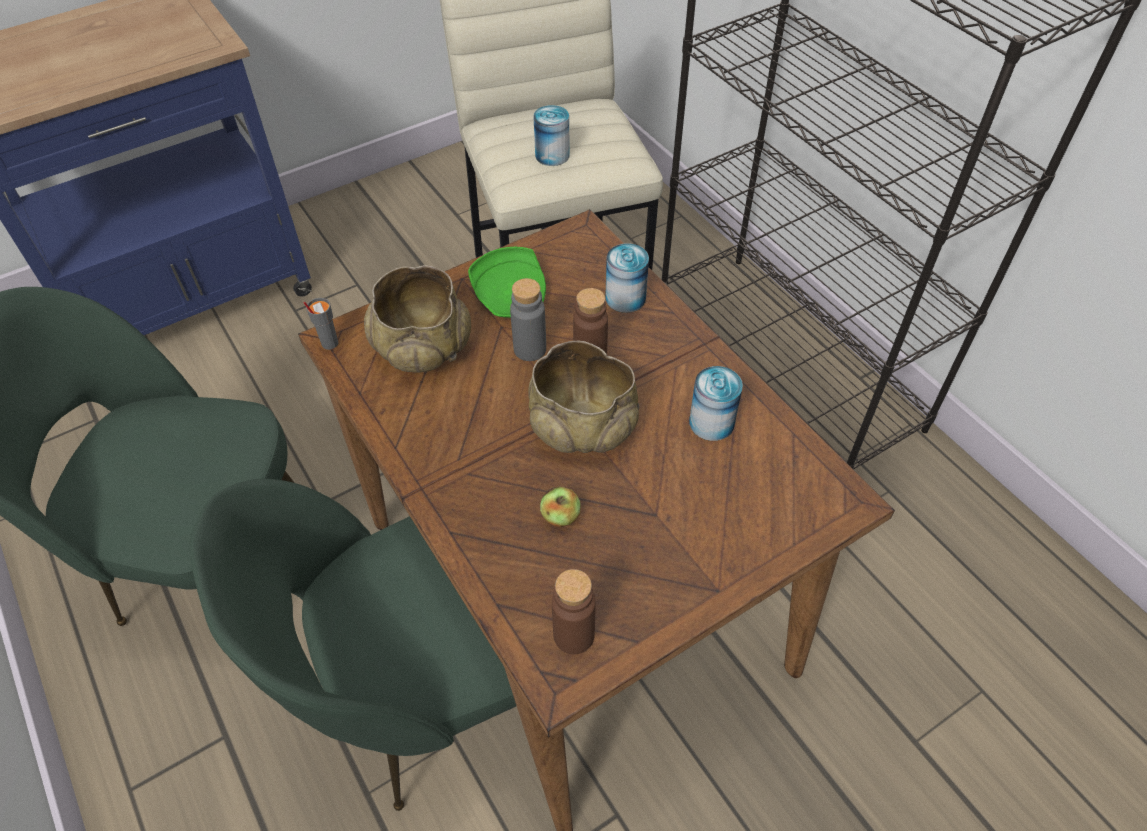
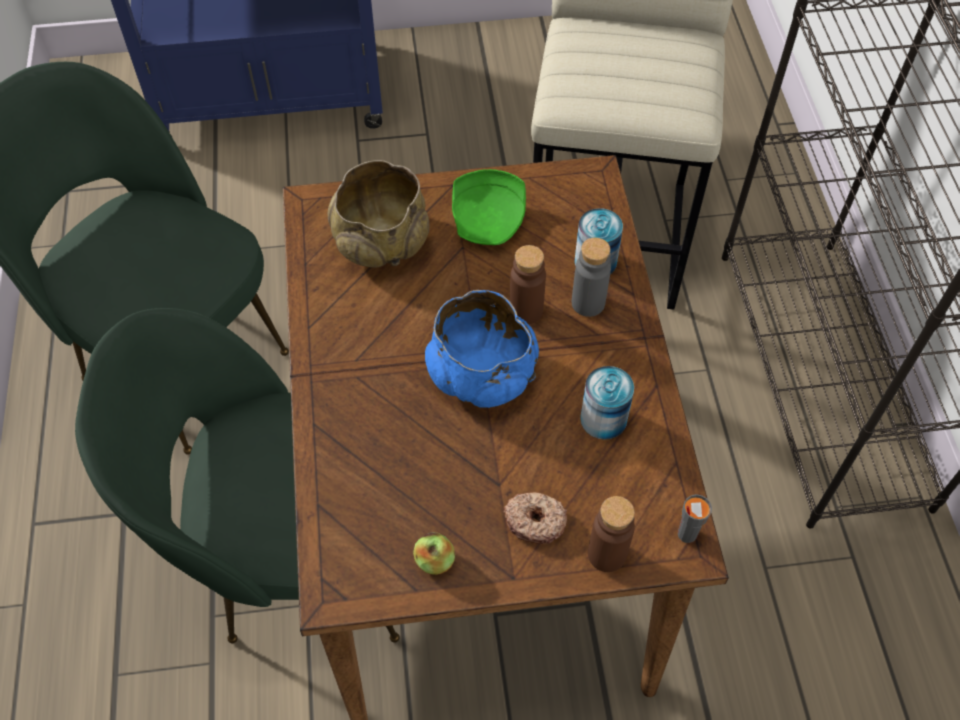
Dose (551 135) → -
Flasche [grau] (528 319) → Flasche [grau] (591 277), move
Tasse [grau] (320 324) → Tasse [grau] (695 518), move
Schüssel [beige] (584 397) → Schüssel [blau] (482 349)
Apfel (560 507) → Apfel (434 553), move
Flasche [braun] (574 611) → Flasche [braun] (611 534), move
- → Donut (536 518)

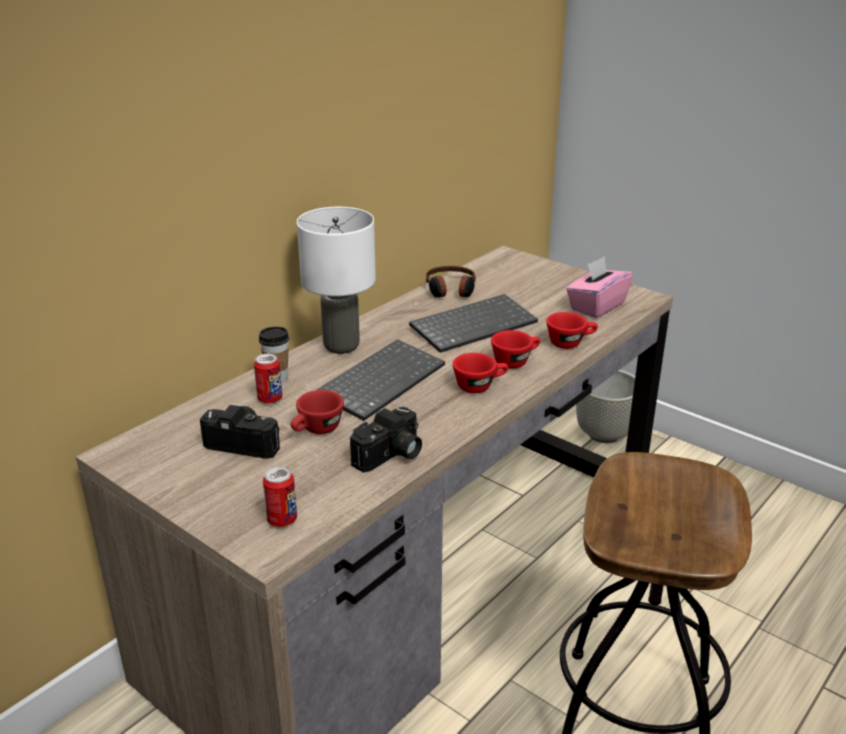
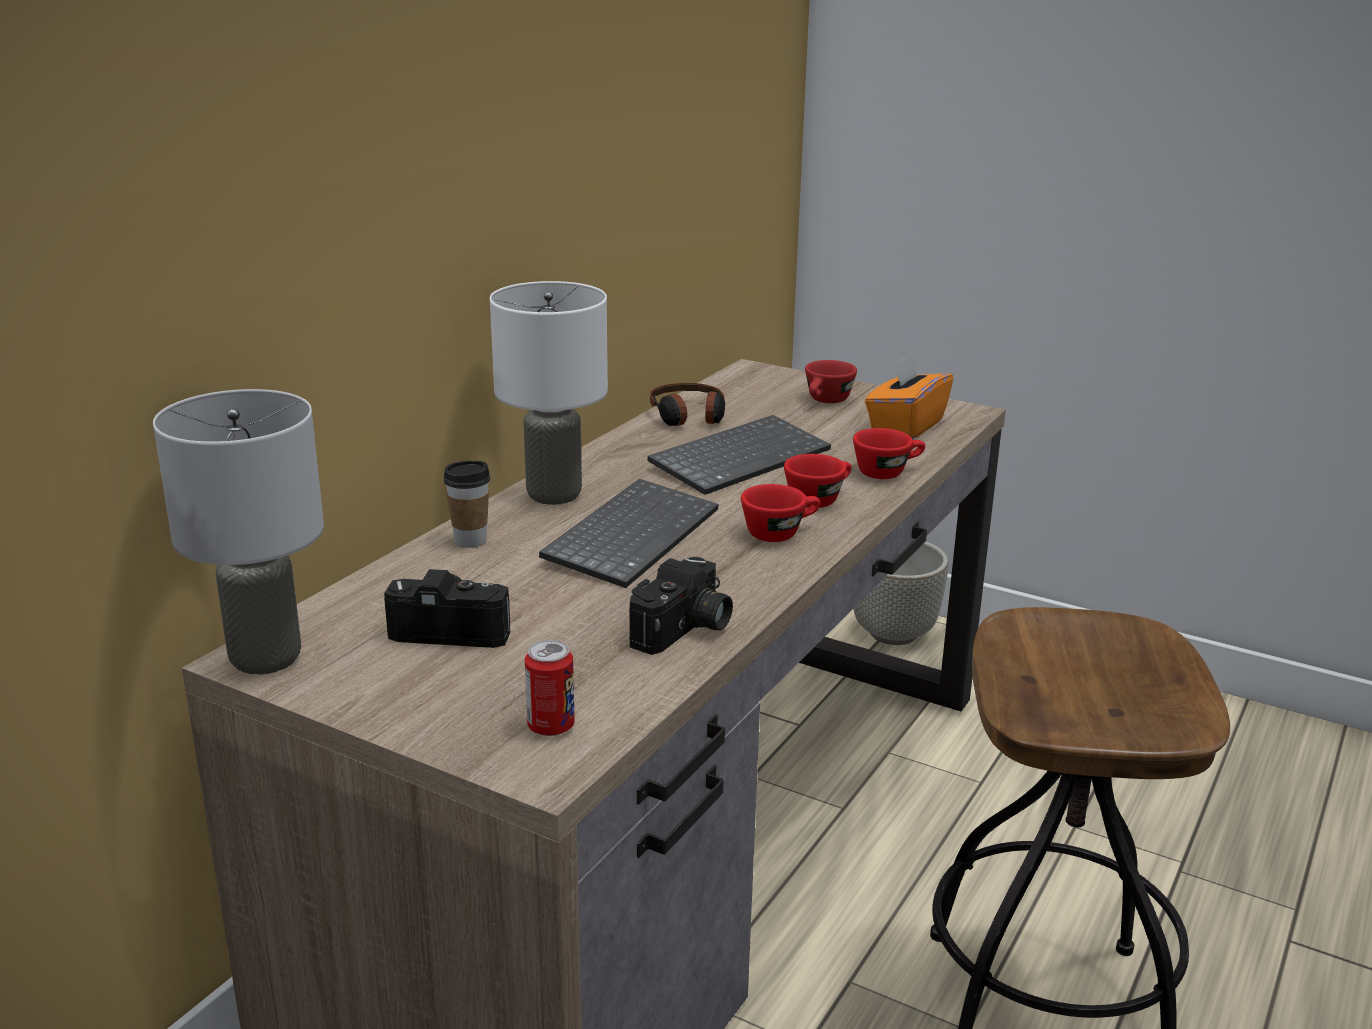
Taschentuchbox [rosa] (599 287) → Taschentuchbox [orange] (909 396)
Dose (268 379) → -
Tasse [rot] (317 412) → Tasse [rot] (831 381), move
- → Tischlampe [weiß] (238 532)

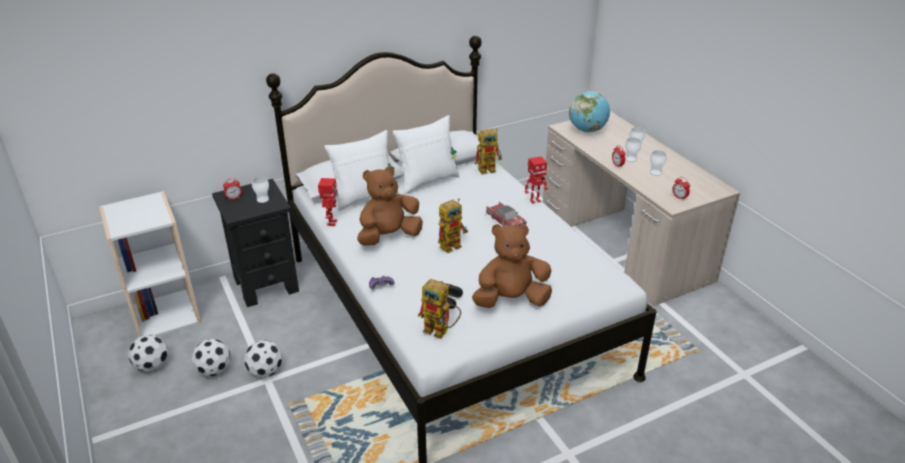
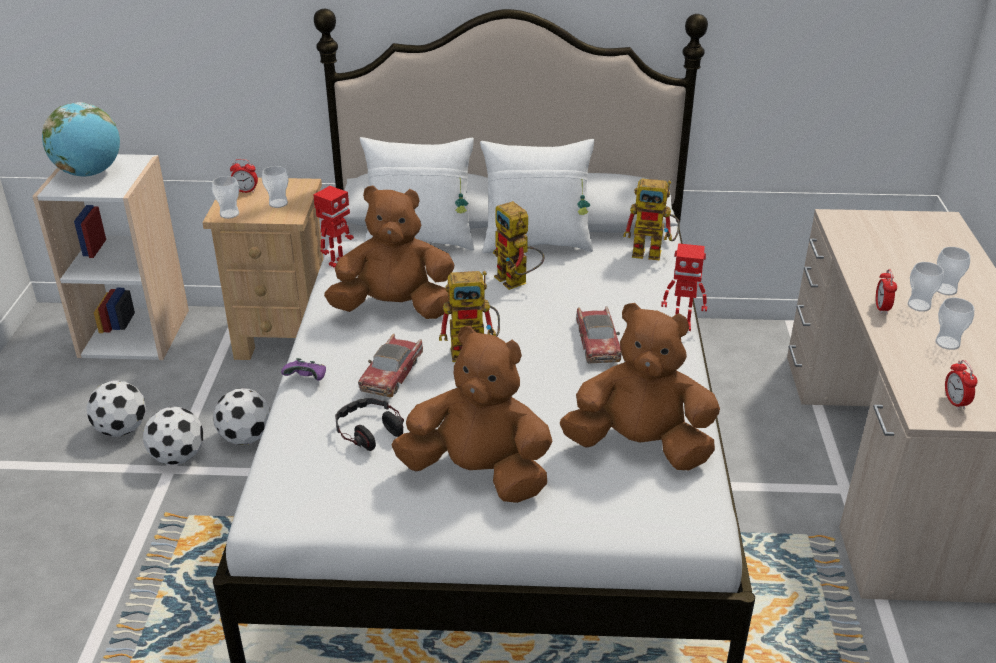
Globus (589 111) → Globus (81 139), move
Nachttisch [schwarz] (255 243) → Nachttisch [beige] (262 269)
Spielzeugroboter (439 309) → Spielzeugroboter (518 245), move
Fußball (148 353) → Fußball (241 416), move
- → Tasse (225 197)
- → Plüschtier [braun] (640 386)
- → Spielzeugauto (390 366)

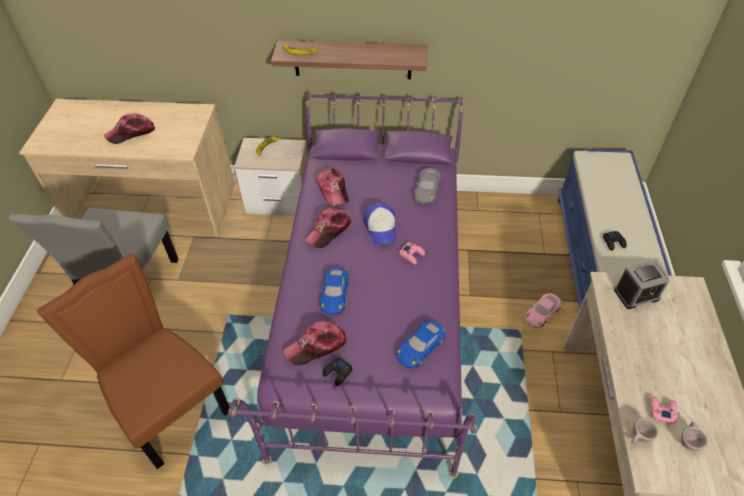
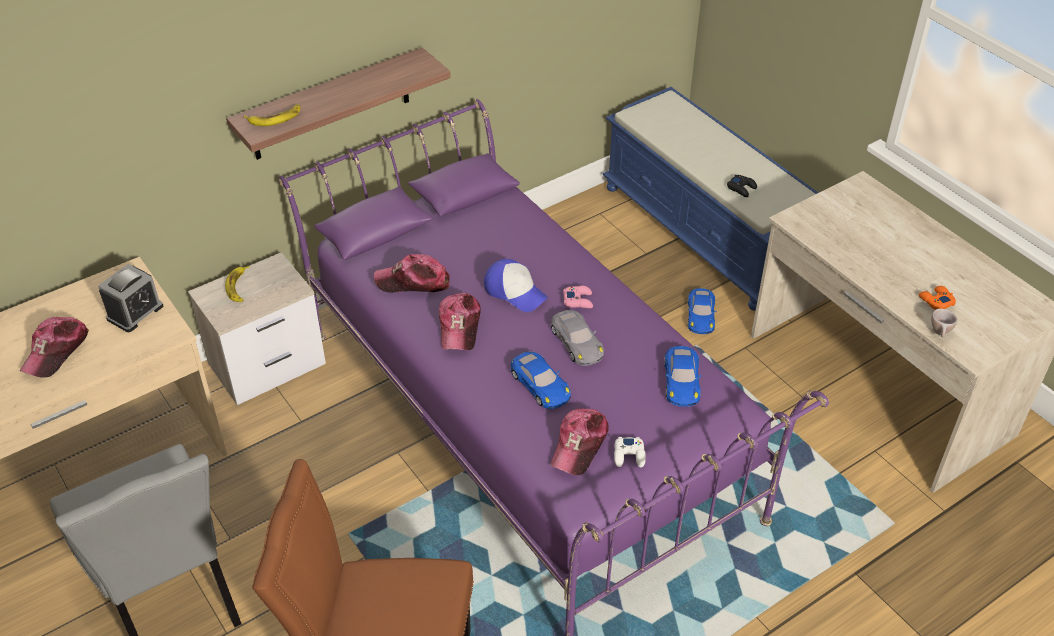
Kappe (332 187) → Kappe (412 273), 150 degrees clockwise
Spielzeugauto [grau] (427 186) → Spielzeugauto [grau] (577 338), move
Wecker (641 284) → Wecker (130 298), move
Spielzeugauto [rosa] (543 310) → Spielzeugauto [blau] (702 311)
Gamepad [schwarz] (337 371) → Gamepad [weiß] (630 452)
Gamepad [rosa] (664 410) → Gamepad [orange] (937 298)
Tasse [beige] (694 436) → -

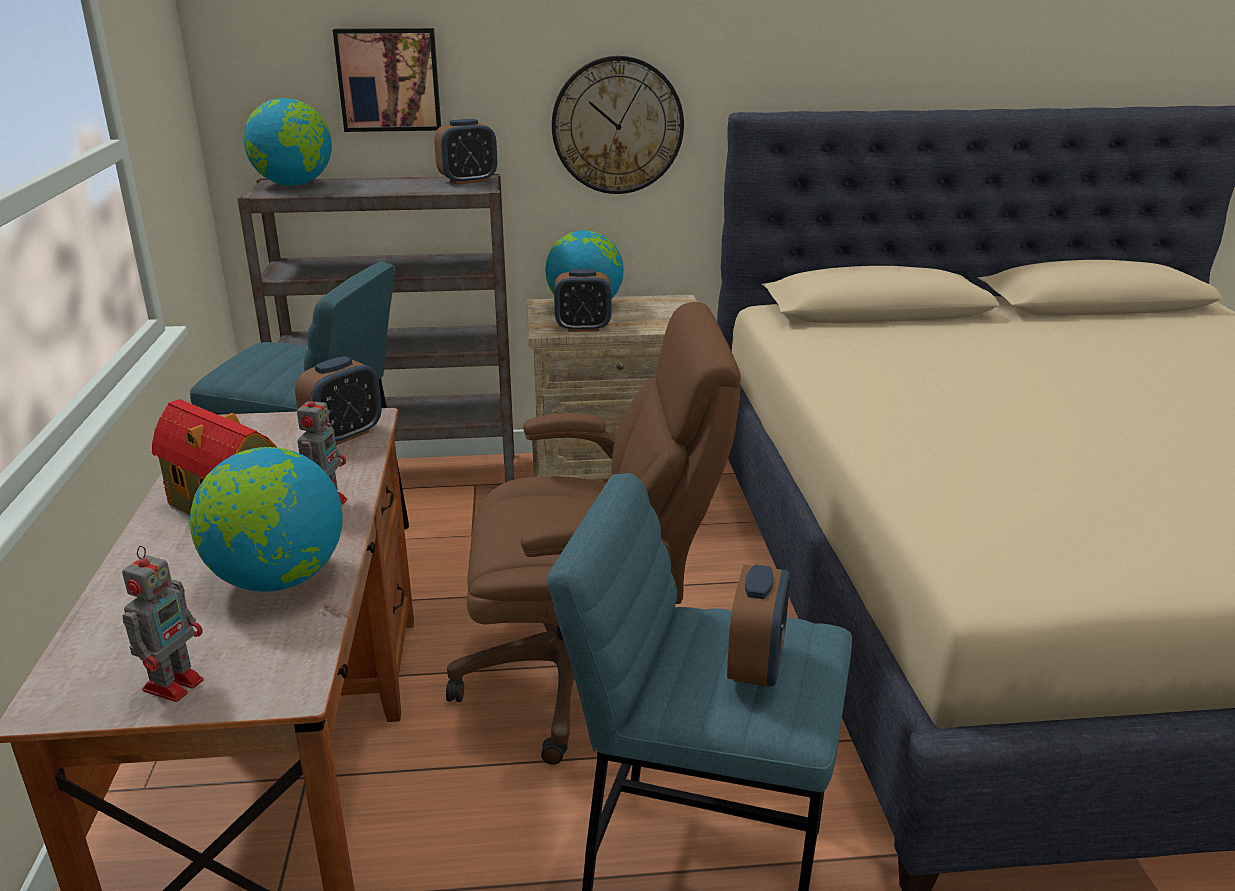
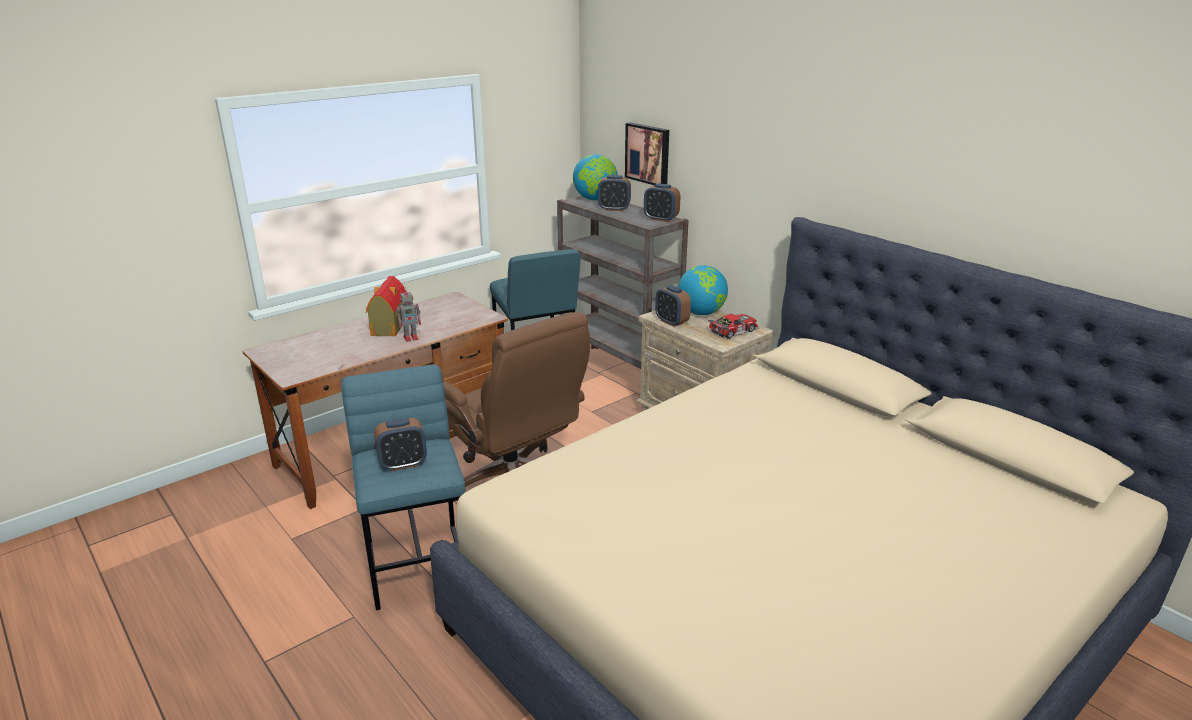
Wanduhr (618 125) → -
Wecker (338 400) → Wecker (614 193), move
Globus (266 519) → -
Spielzeugroboter (163 624) → -
- → Spielzeugauto (734 326)

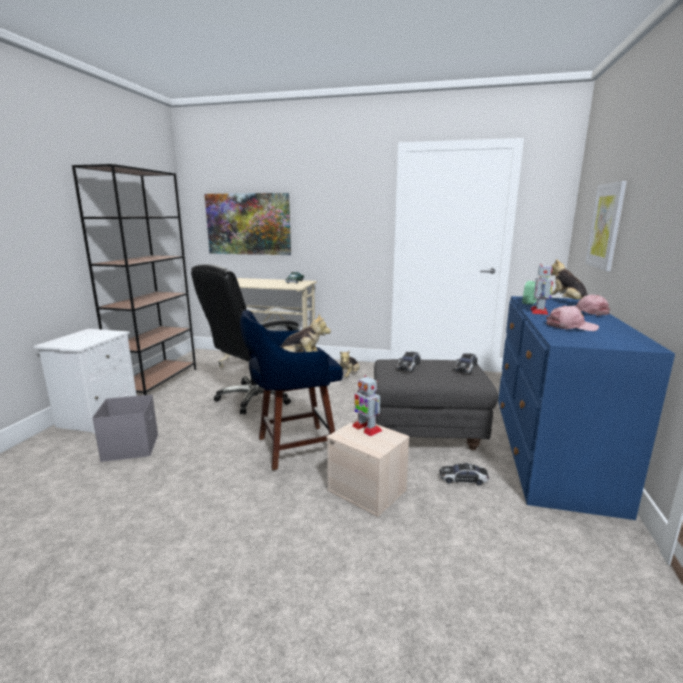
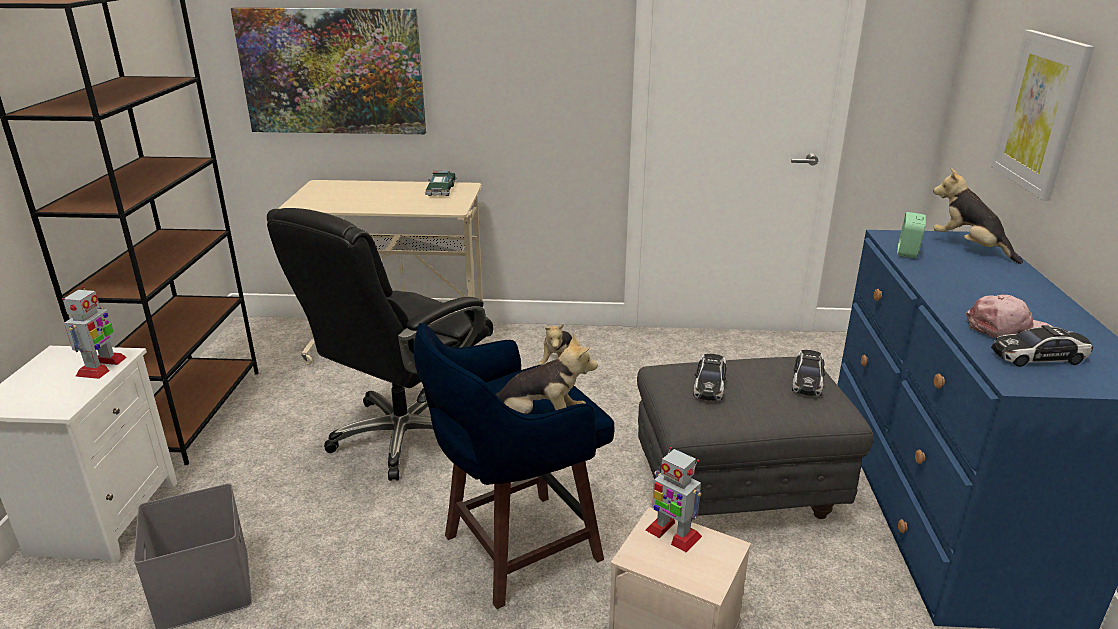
Spielzeugroboter (542 289) → Spielzeugroboter (94 332), move
Kappe [rosa] (591 305) → -
Spielzeugauto (464 474) → Spielzeugauto (1042 346), move

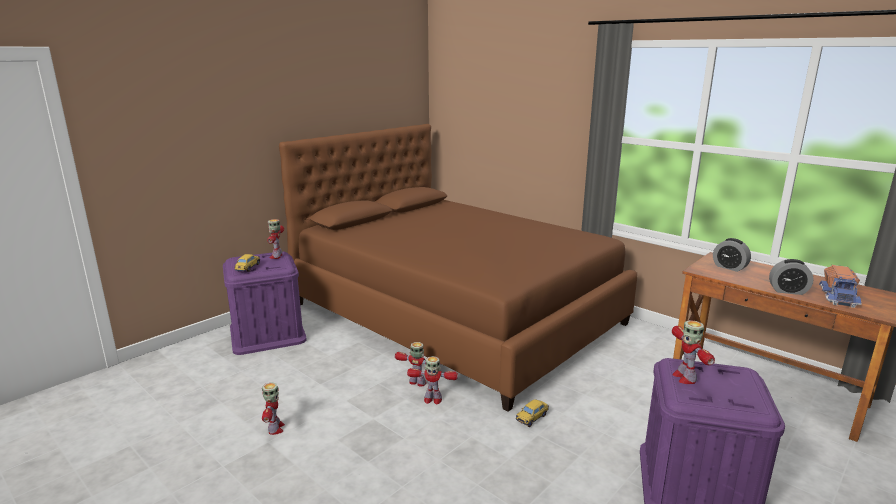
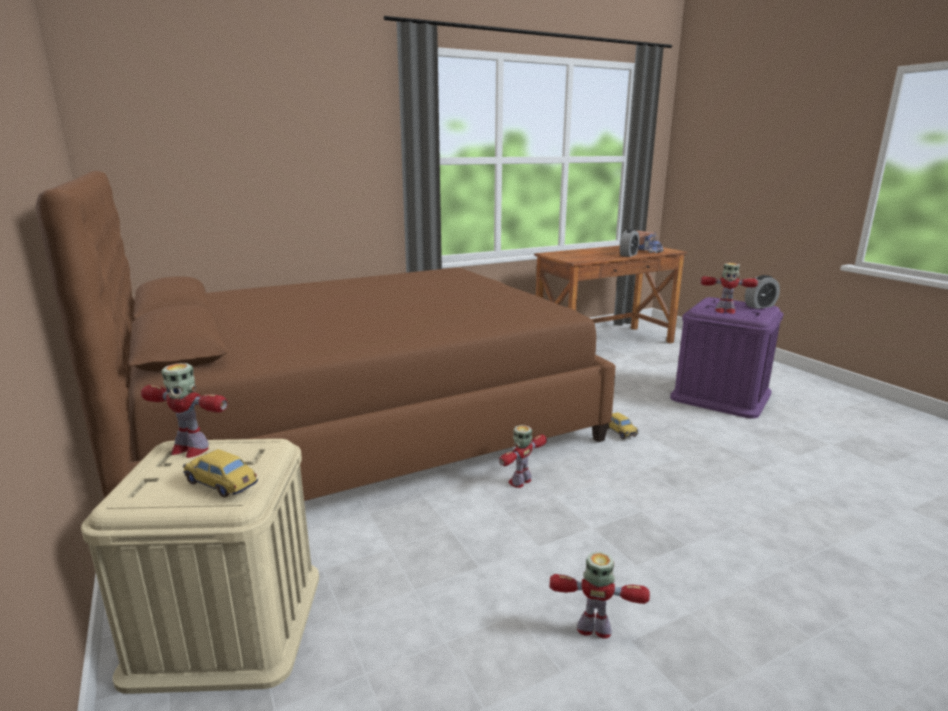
Wecker (732 255) → Wecker (762 292), move
Aufbewahrungsbox [lila] (265 303) → Aufbewahrungsbox [beige] (200 566)
Spielzeugroboter (432 380) → -

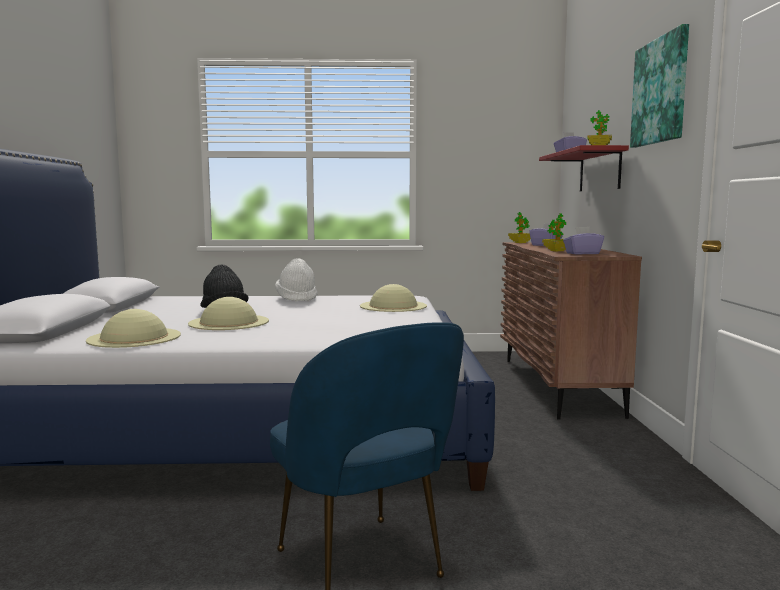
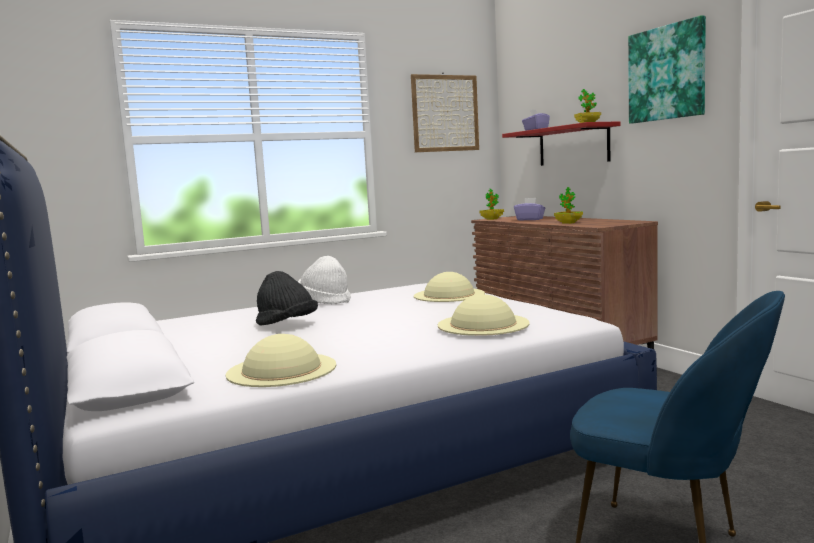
Taschentuchbox [lila] (583 241) → -
Hut [beige] (228 313) → Hut [beige] (484 315), move
- → Bild (445 112)

